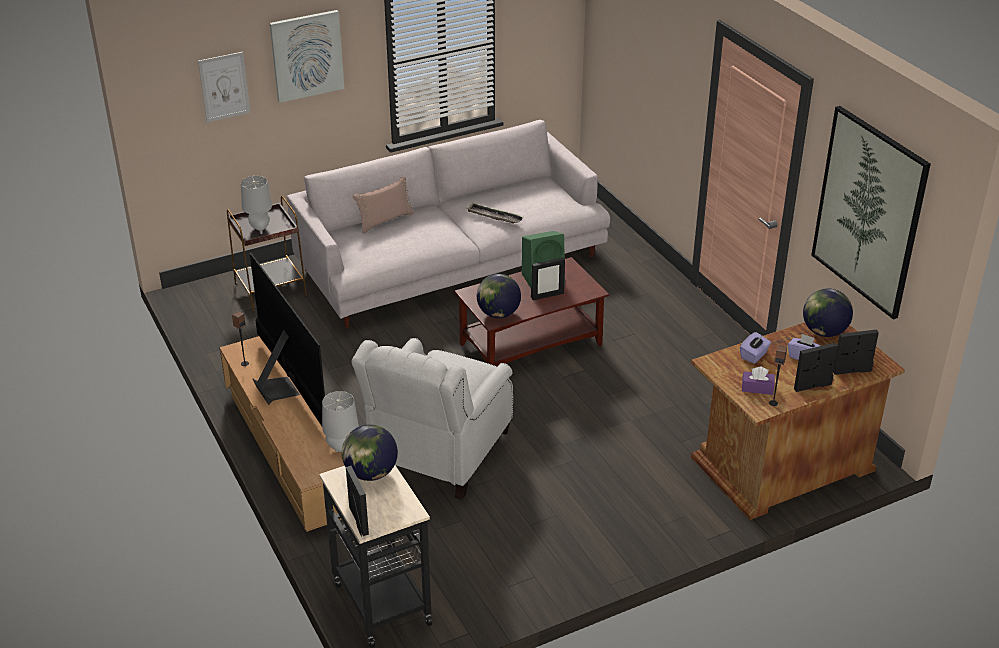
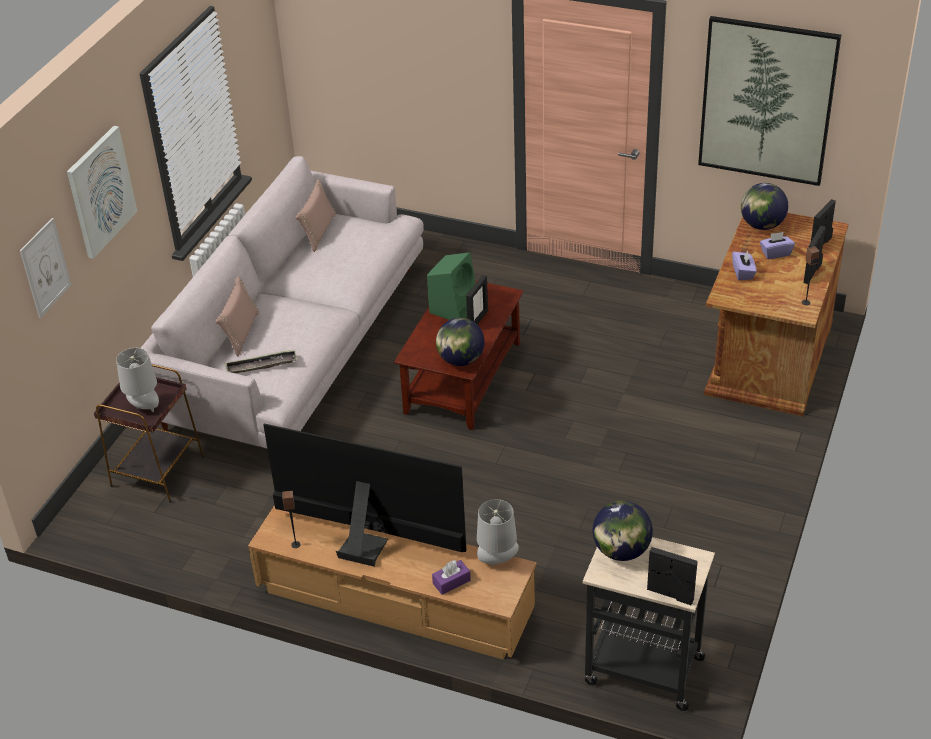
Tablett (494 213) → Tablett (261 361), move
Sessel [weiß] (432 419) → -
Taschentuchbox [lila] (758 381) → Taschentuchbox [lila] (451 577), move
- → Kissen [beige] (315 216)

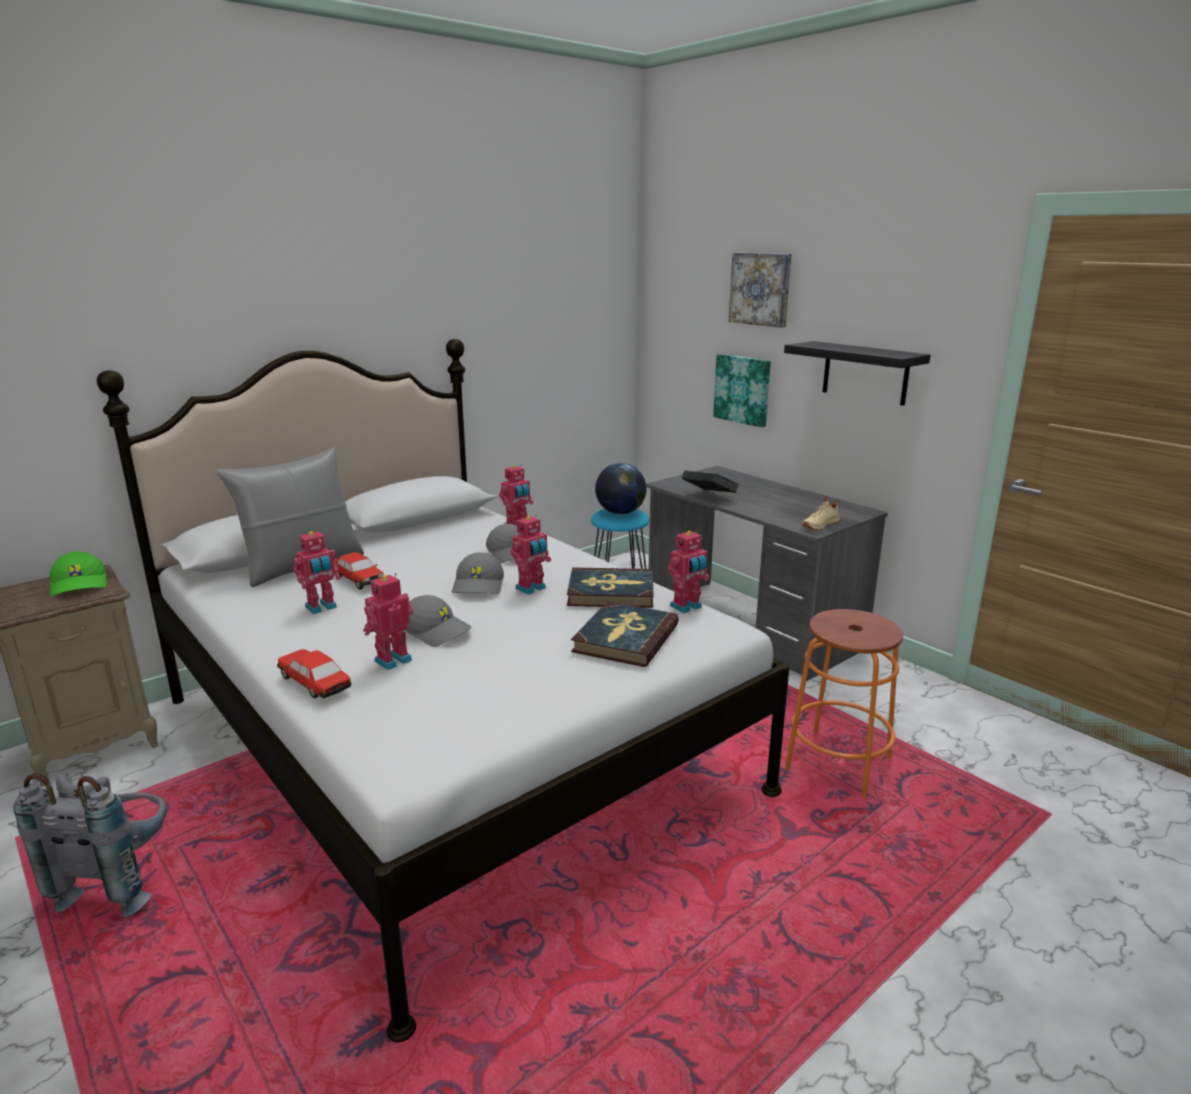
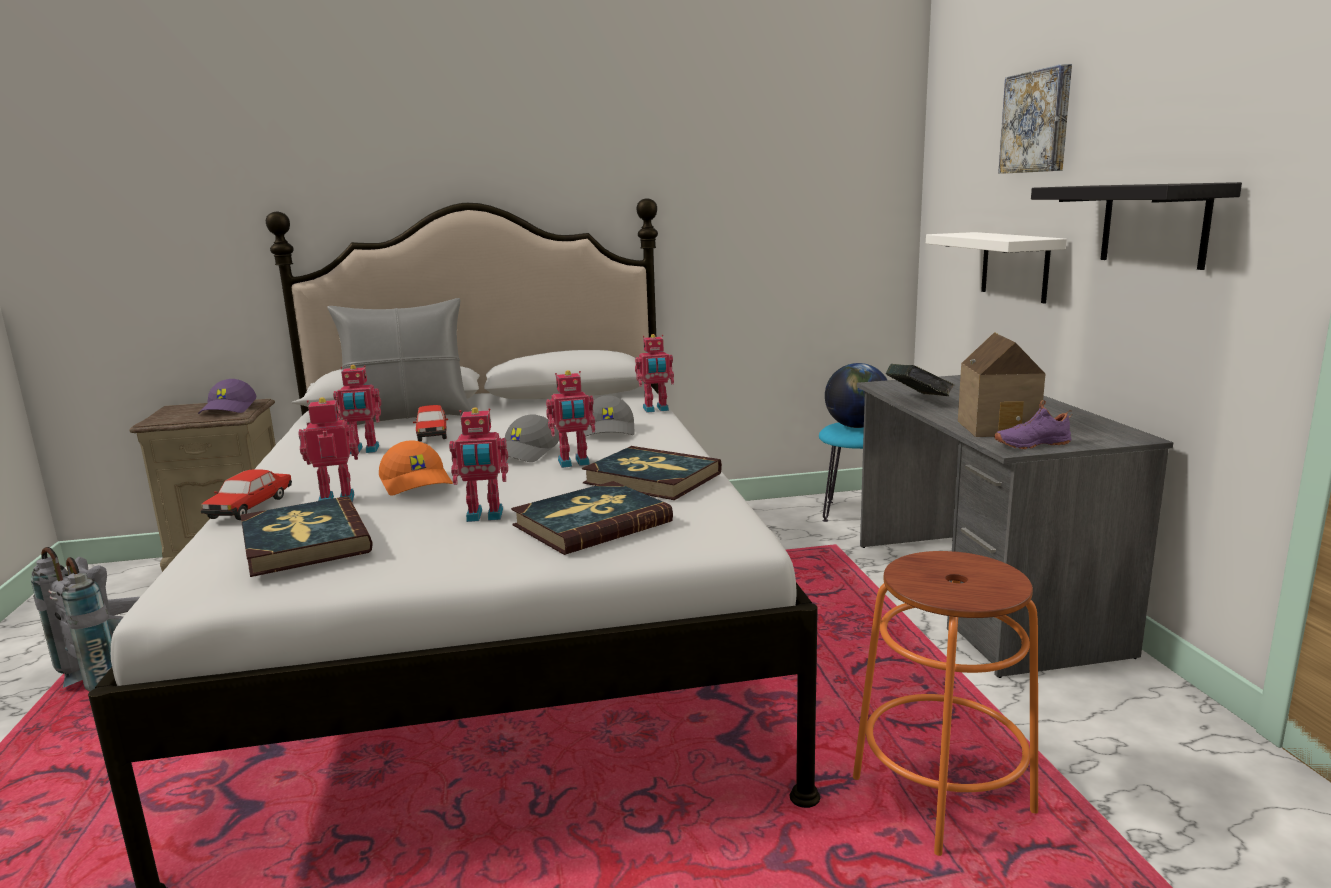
Bild (742 390) → Wandregal [weiß] (996 268)
Schuh [beige] (821 513) → Schuh [lila] (1033 424)
Spielzeugroboter (689 571) → Spielzeugroboter (478 464), move
Kappe [grün] (78 574) → Kappe [lila] (227 396)
Kappe [grau] (438 621) → Kappe [orange] (416 468)
Spielzeugauto (314 673) → Spielzeugauto (246 494), 150 degrees counterclockwise
- → Spielzeughaus (1002 384)
- → Buch (307 536)

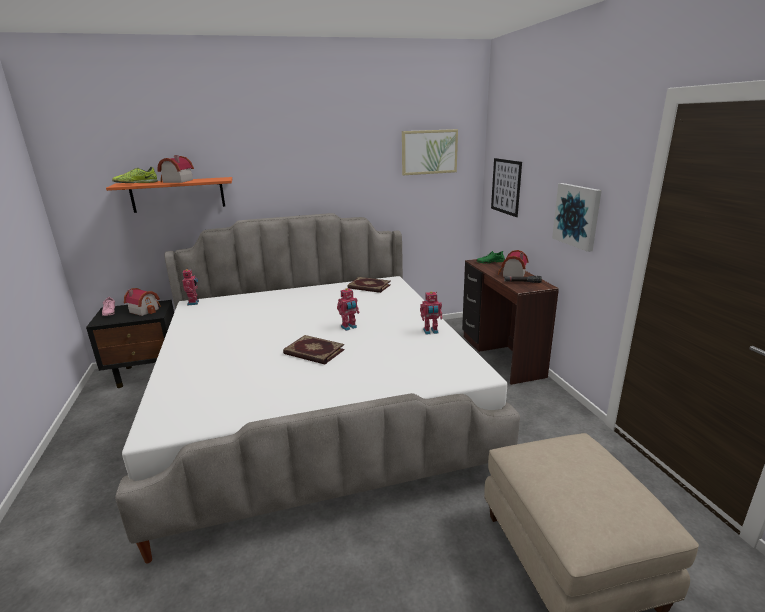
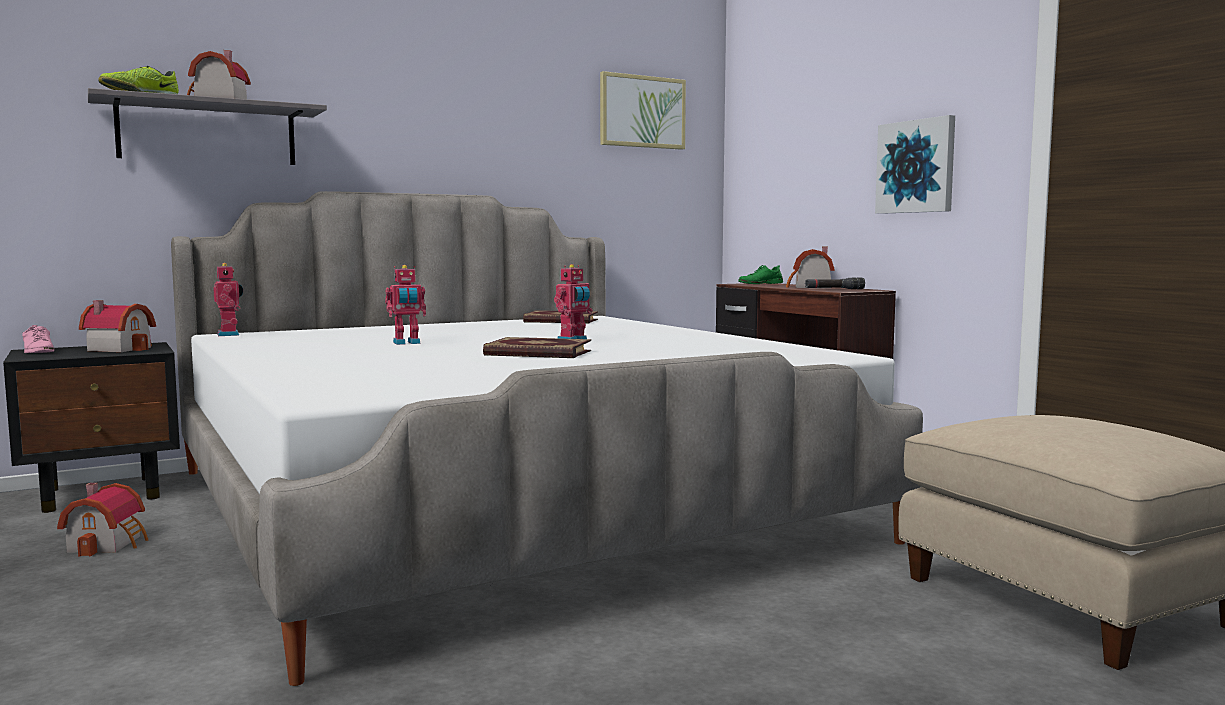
Bild (506 187) → -
Wandregal [orange] (169 195) → Wandregal [grau] (207 126)
Spielzeugroboter (431 313) → Spielzeugroboter (405 305), move
- → Spielzeughaus (102 520)

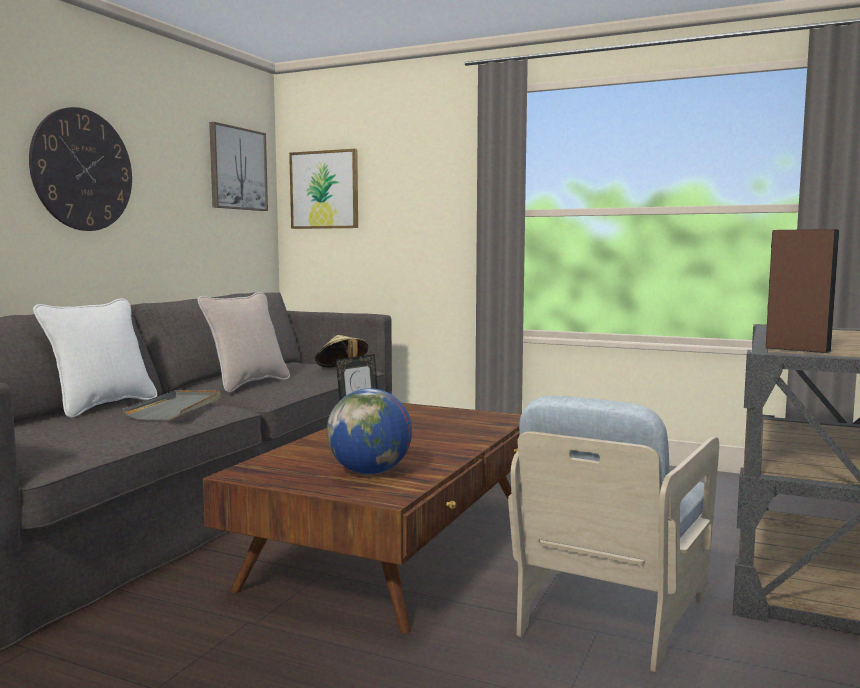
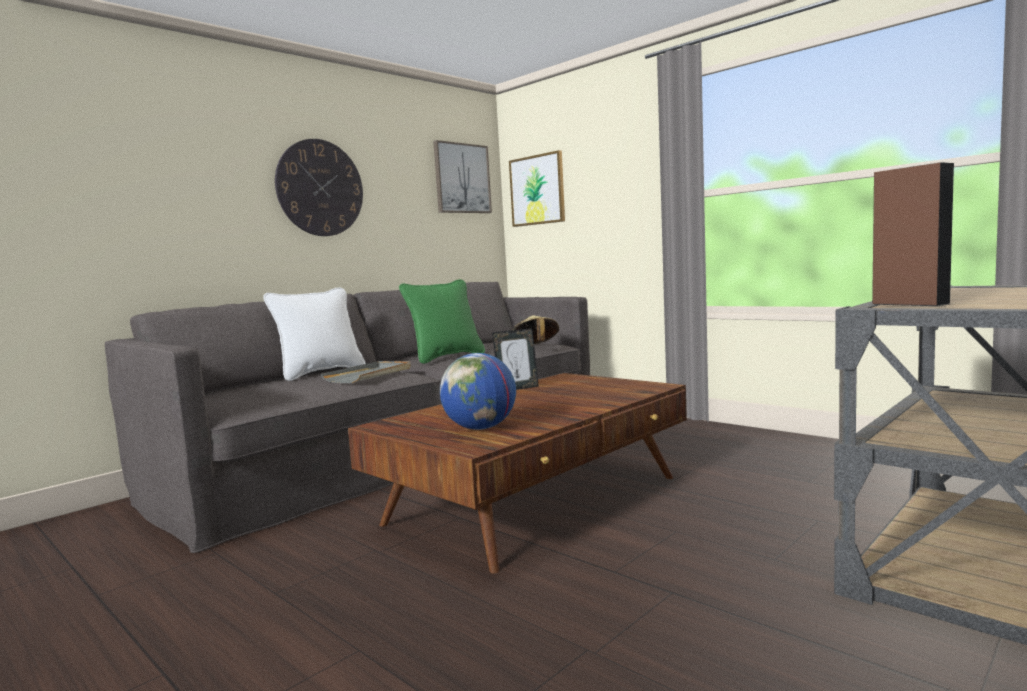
Kissen [beige] (244 342) → Kissen [grün] (442 321)
Sessel [beige] (613 534) → -

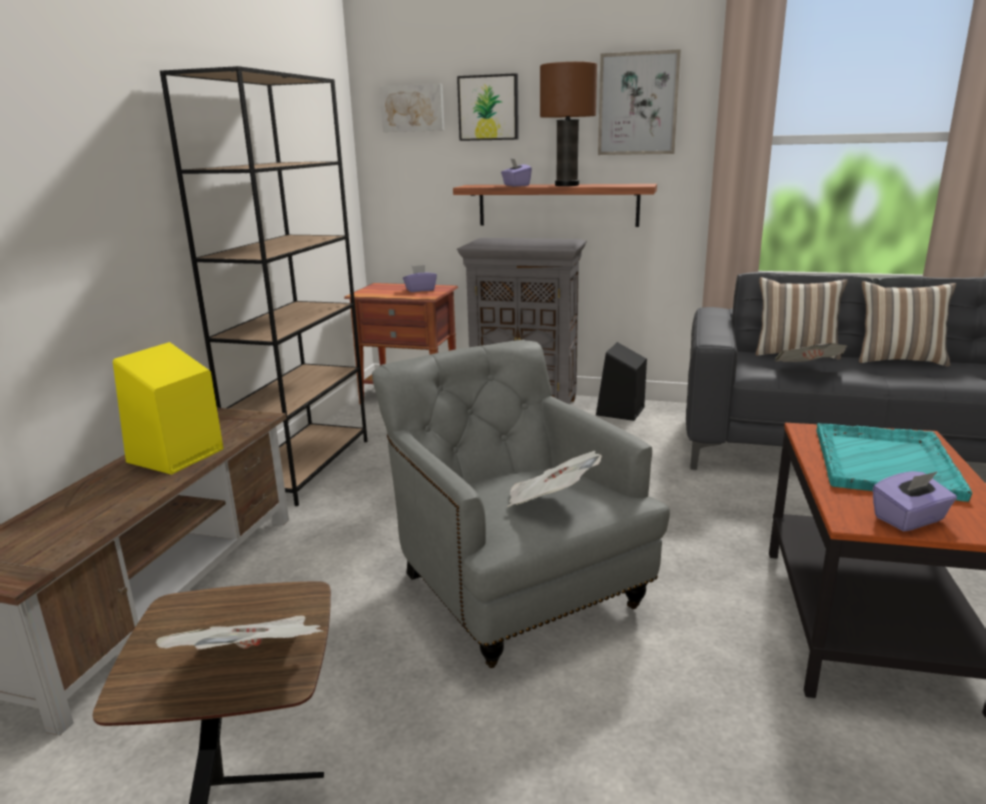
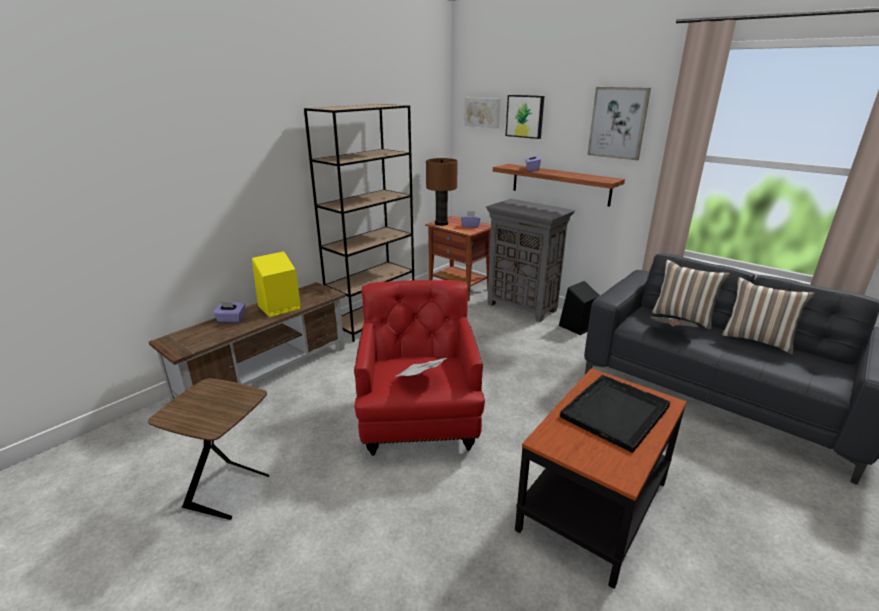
Tischlampe [braun] (568 124) → Tischlampe [braun] (442 192), move
Sessel [grau] (521 503) → Sessel [rot] (419 368)
Tablett [türkis] (894 462) → Tablett [schwarz] (615 414)
Taschentuchbox [lila] (915 501) → Taschentuchbox [lila] (229 312), move
Zeitung (240 633) → -

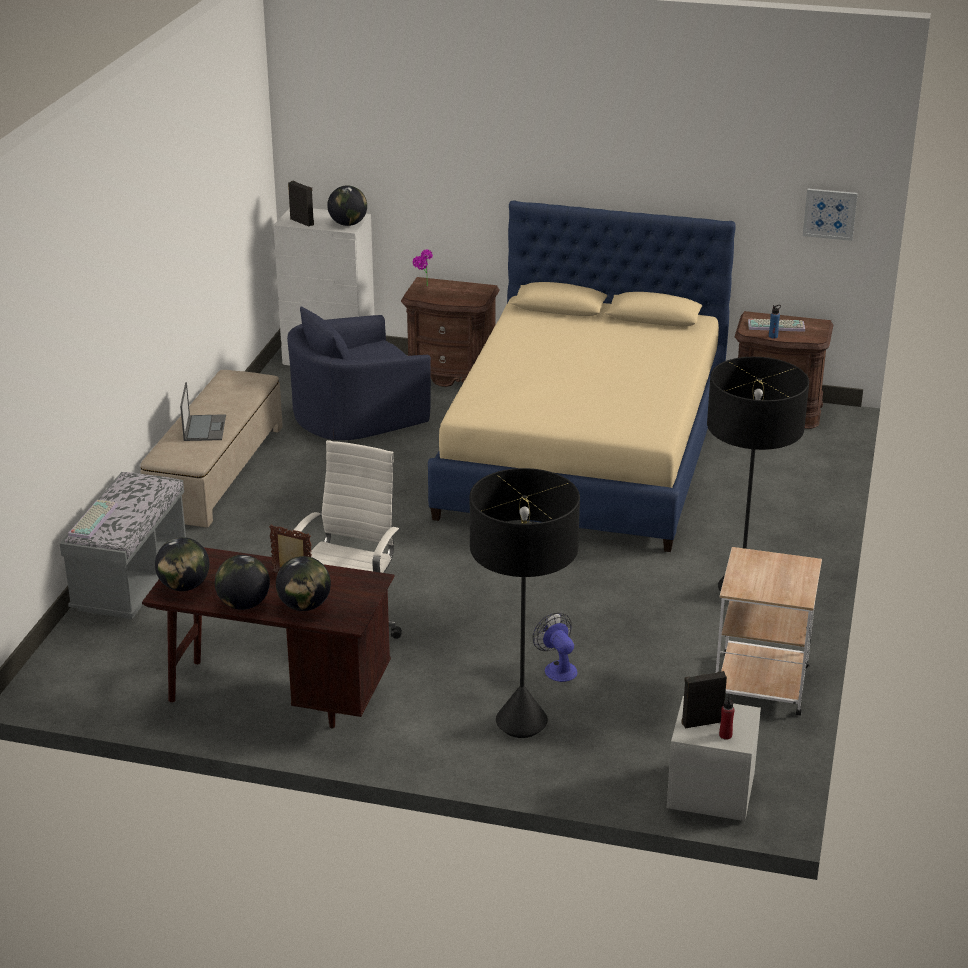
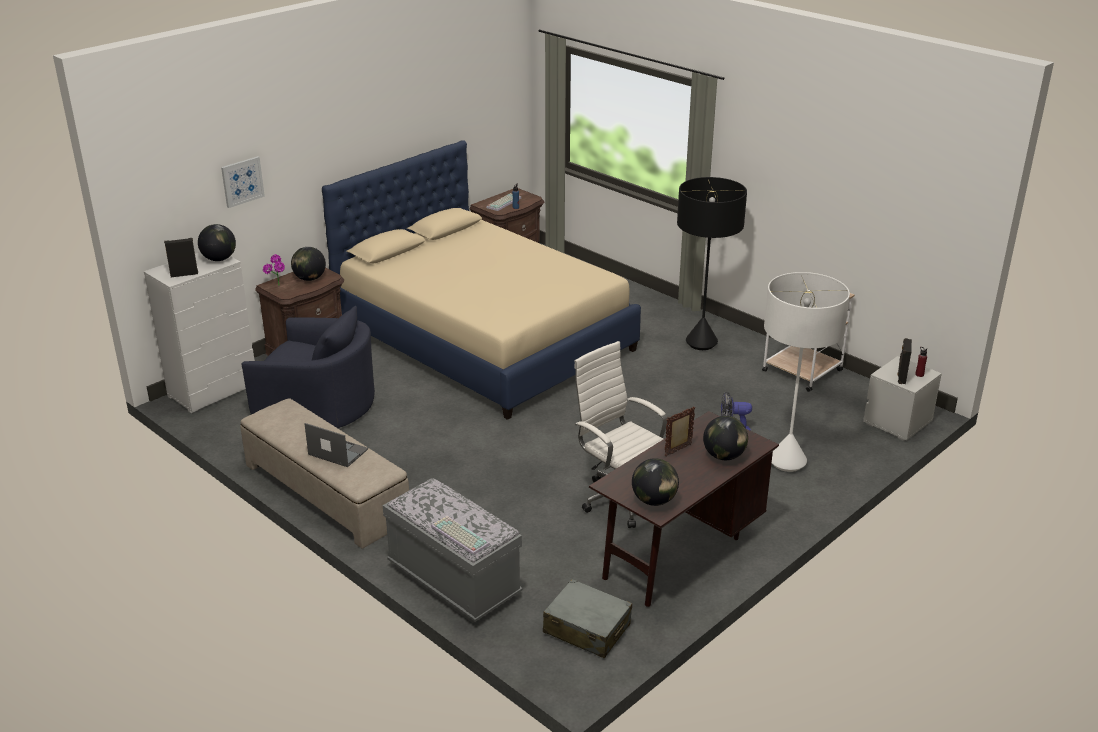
Bild (830 214) → Bild (243 182), move
Sessel [blau] (359 373) → Sessel [blau] (308 367), 75 degrees counterclockwise
Stehlampe [schwarz] (525 603) → Stehlampe [weiß] (807 372)
Globus (242 582) → Globus (308 264), move
- → Koffer [grau] (587 618)

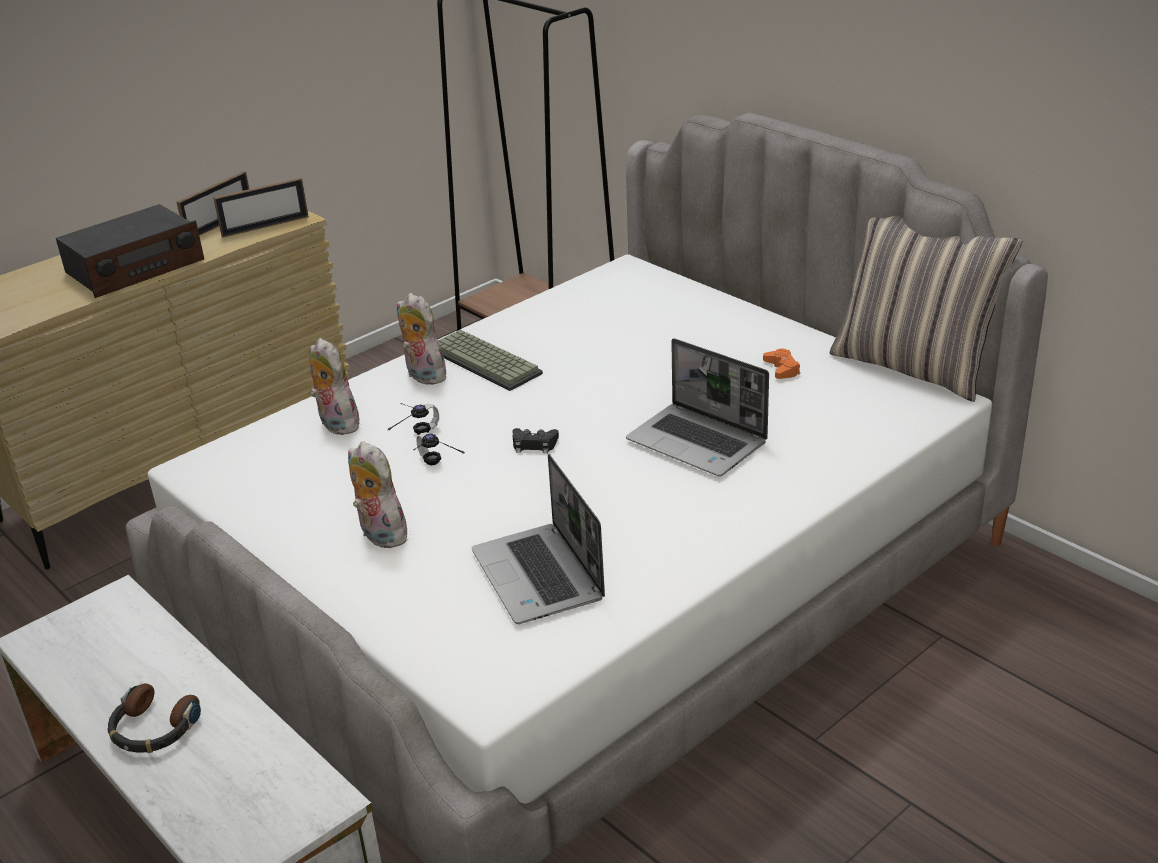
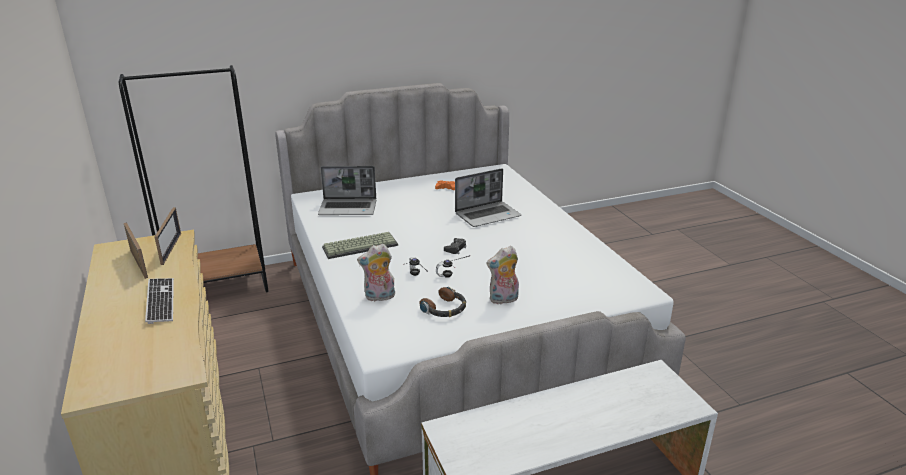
Radio (130 251) → Tastatur (159 301)
Kissen (926 309) → -
Plüschtier (421 339) → -
Laptop (538 539) → Laptop (347 190), move
Kopfhörer (154 718) → Kopfhörer (442 302), move

